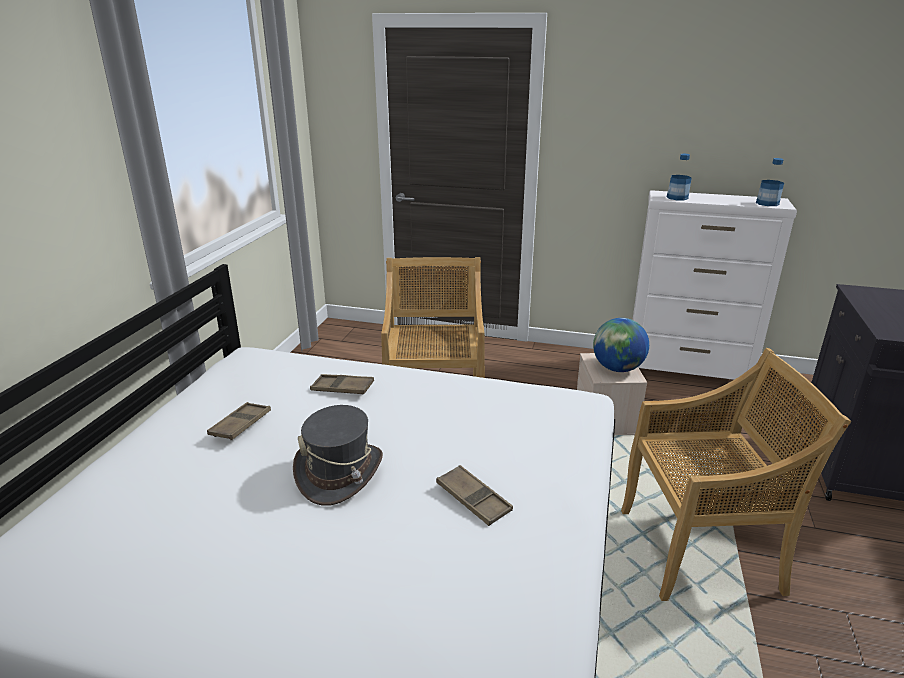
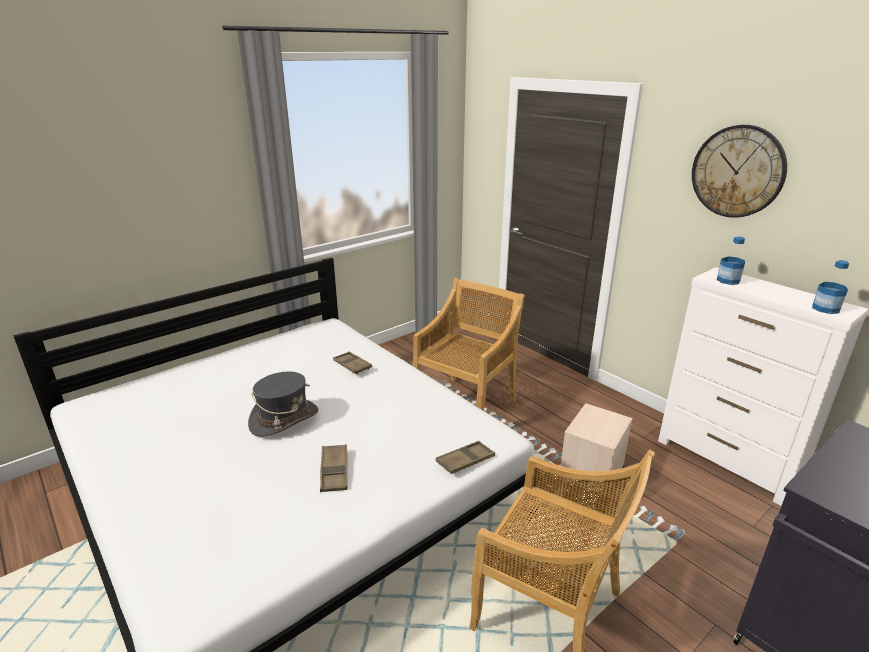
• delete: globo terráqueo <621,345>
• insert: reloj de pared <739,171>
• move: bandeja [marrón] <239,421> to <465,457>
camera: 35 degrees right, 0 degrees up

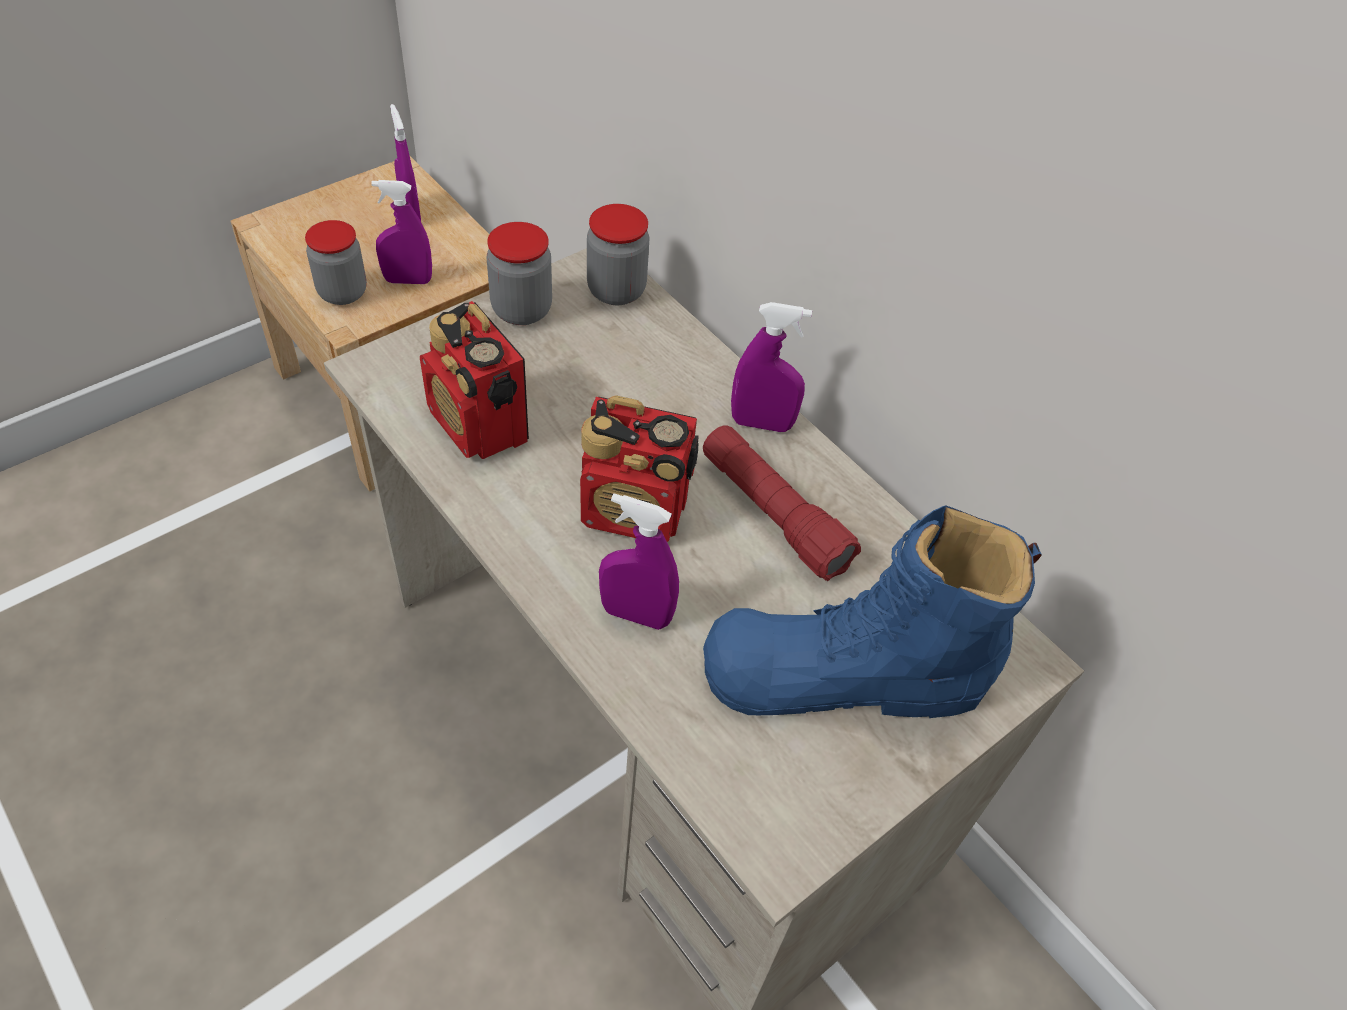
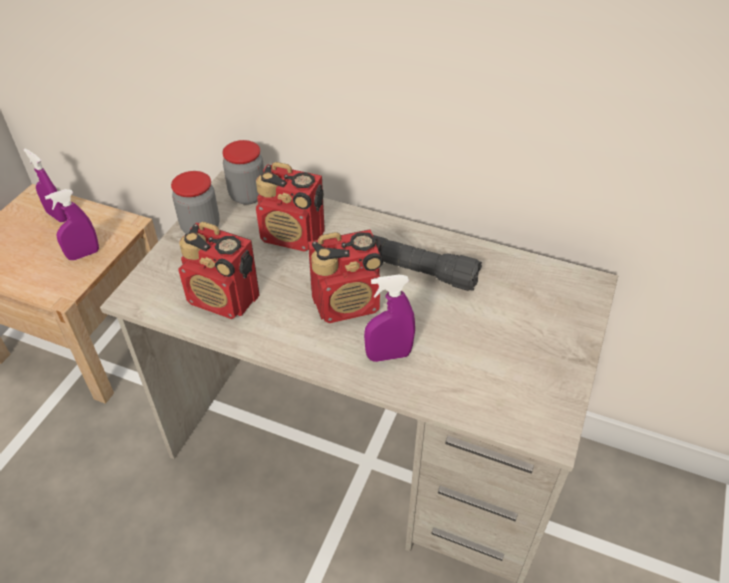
• delete: tarro <336,262>
• delete: bota [azul] <872,611>
• delete: pulverizador [morado] <771,367>
• insert: radio <290,207>
• recolor: linterna [rojo] <782,503> to linterna [negro] <427,263>
camera: 25 degrees left, 5 degrees down

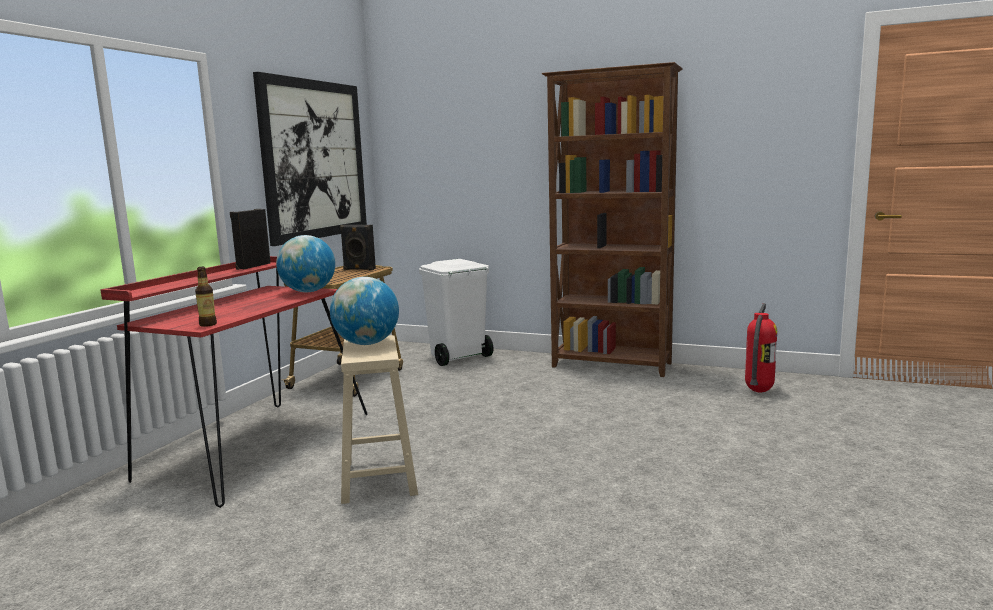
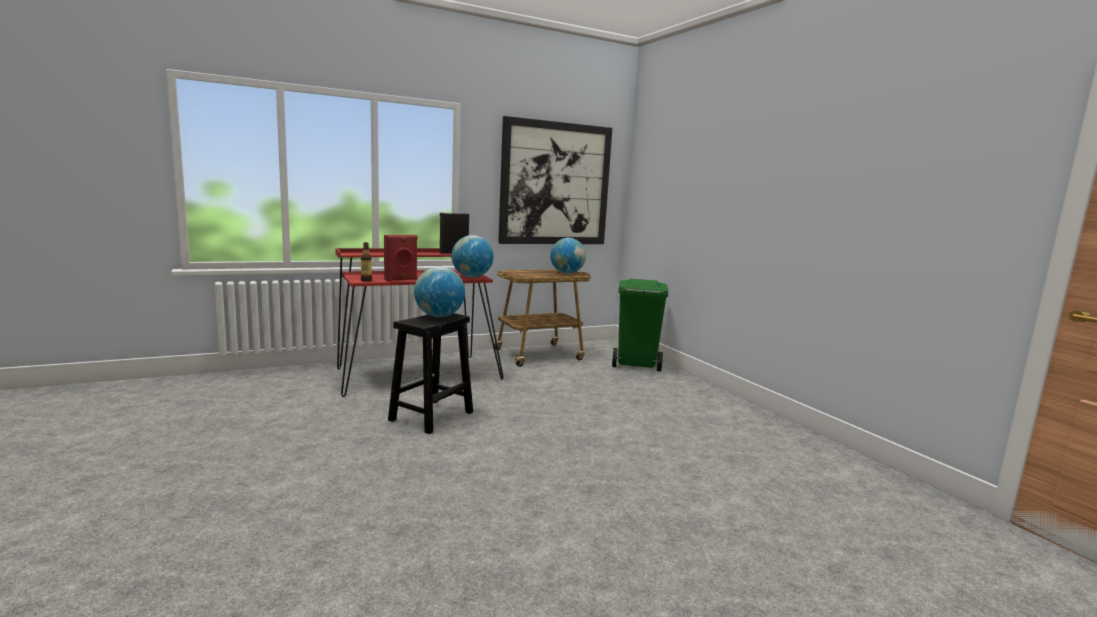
• delete: estantería [marrón] <612,219>
• delete: extintor <761,347>
• insert: altavoz [rojo] <401,258>
• replace: altavoz [negro] <358,247> to globo terráqueo <568,256>
• recolor: taburete [beis] <379,419> to taburete [negro] <430,373>
• recolor: papelera [blanco] <456,312> to papelera [verde] <640,325>
camera: 40 degrees right, 0 degrees up

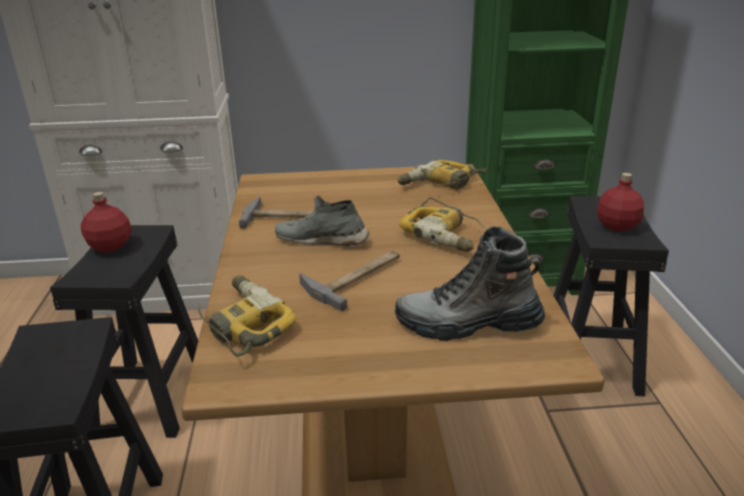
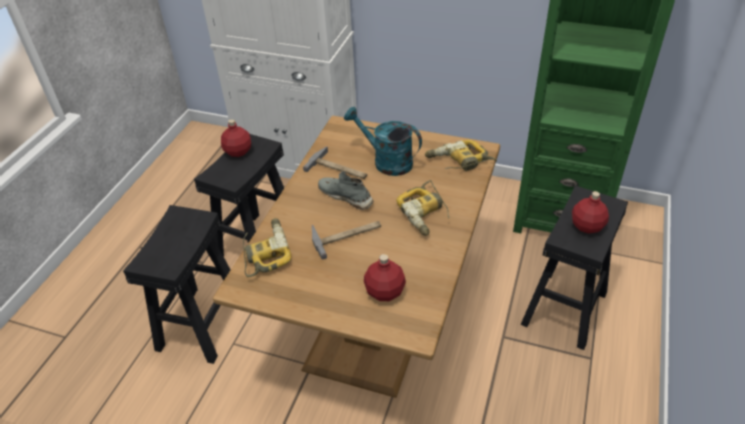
• insert: regadera [turquesa] <383,141>
• replace: bota <470,283> to botella [rojo] <385,277>
camera: 25 degrees right, 15 degrees up

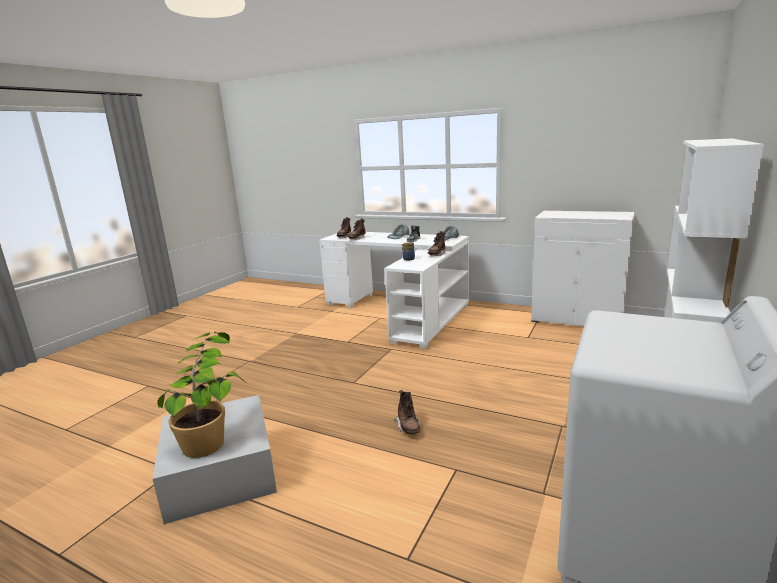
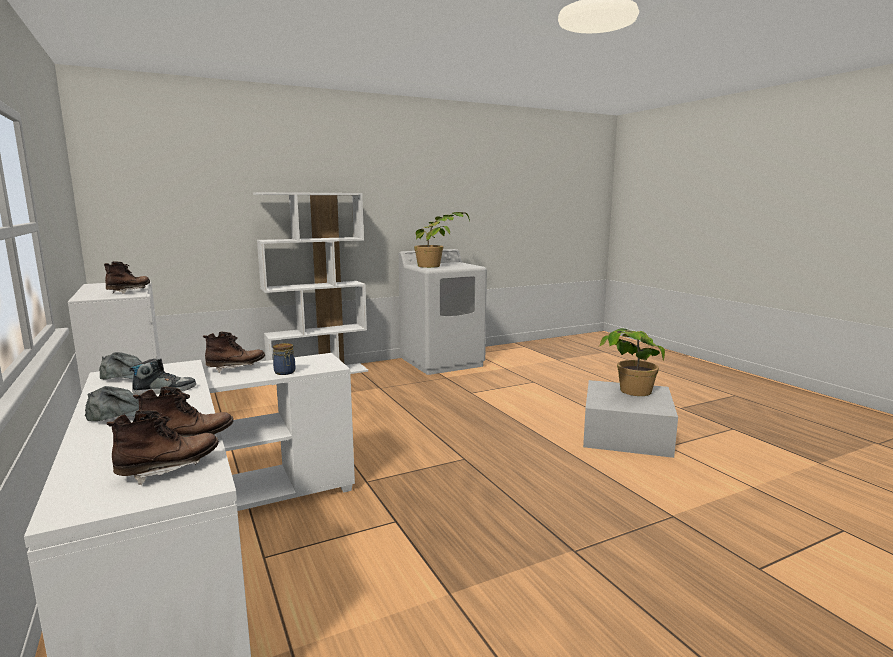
• insert: planta en maceta <442,240>
• move: bota [marrón] <408,412> to <127,277>
camera: 145 degrees left, 5 degrees down

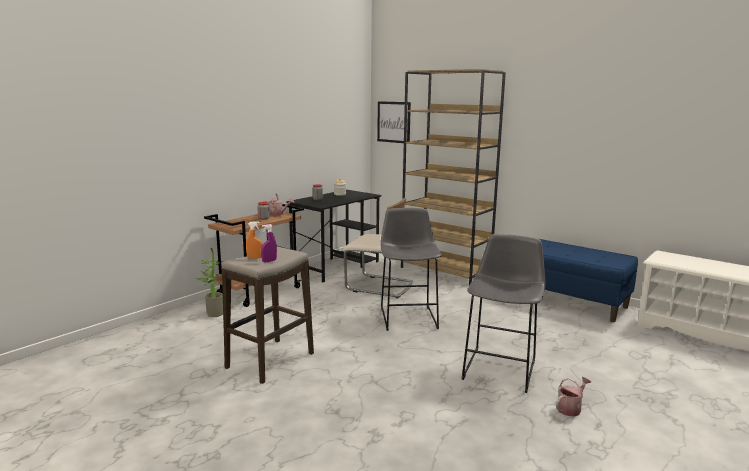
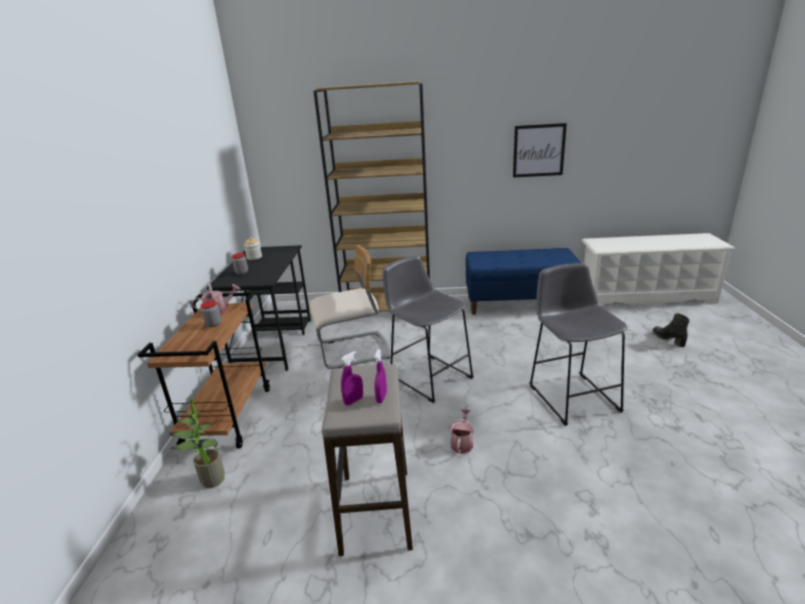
• insert: bota [negro] <671,330>
• move: cuadro <394,122> to <540,150>
• move: regadera <573,397> to <461,431>
• recolor: pulverizador [naranja] <254,240> to pulverizador [morado] <352,378>
camera: 35 degrees left, 10 degrees up

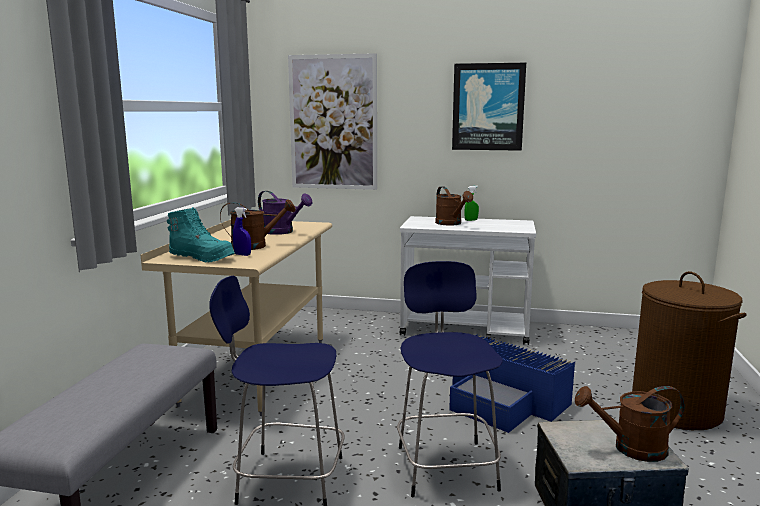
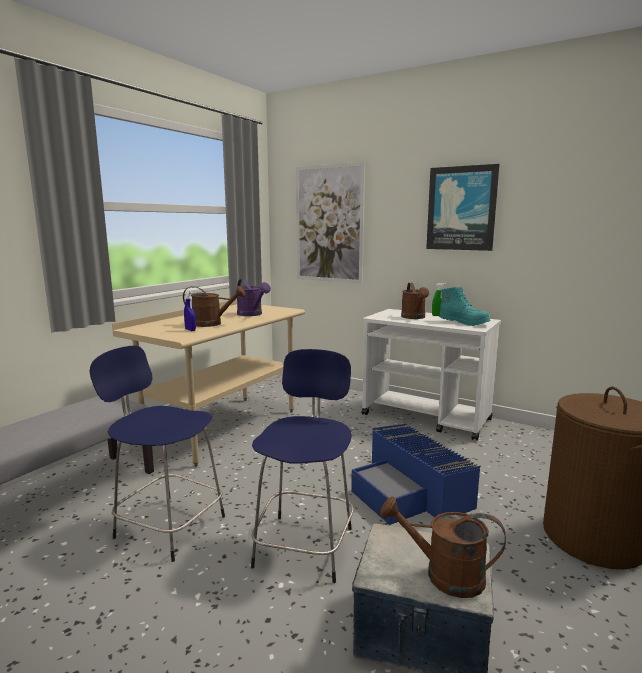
• move: bota [turquesa] <201,235> to <464,306>
camera: 20 degrees right, 0 degrees up

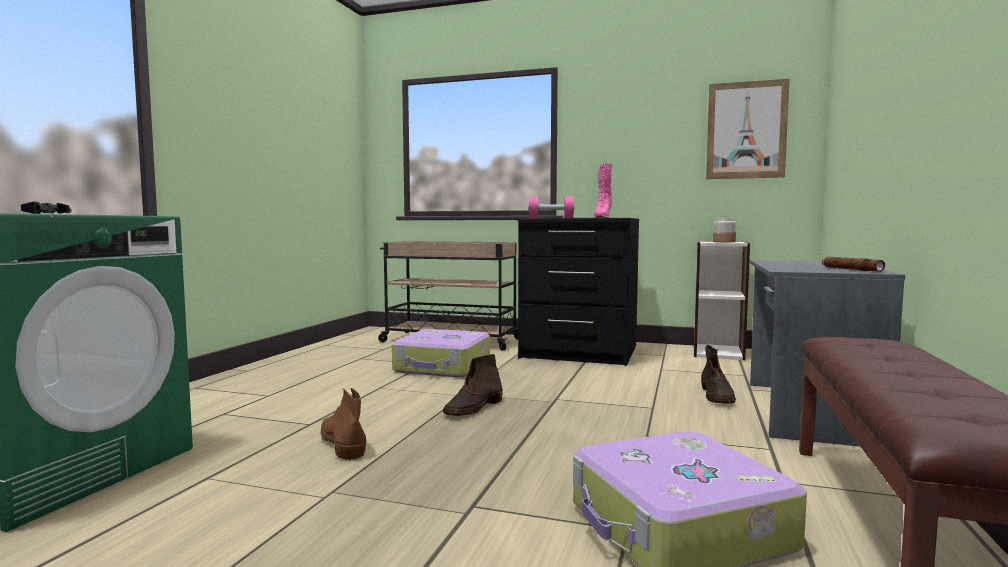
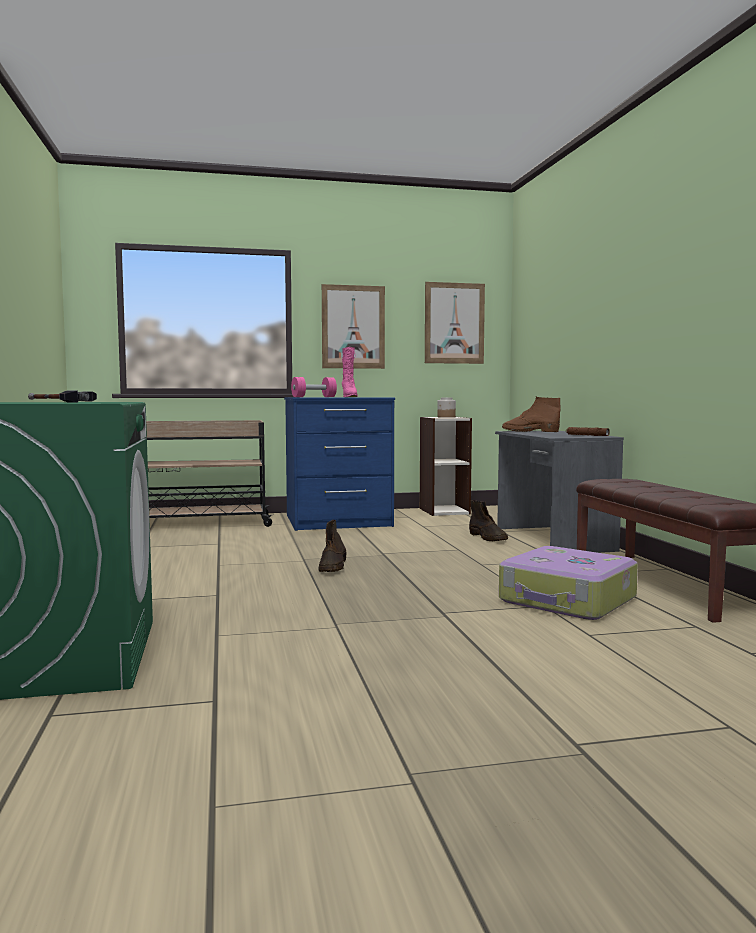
• delete: maleta <441,353>
• insert: cuadro <353,326>
• move: bota [marrón] <343,424> to <531,415>
• recolor: cómoda [negro] <577,292> to cómoda [azul] <339,464>
camera: 30 degrees left, 0 degrees up

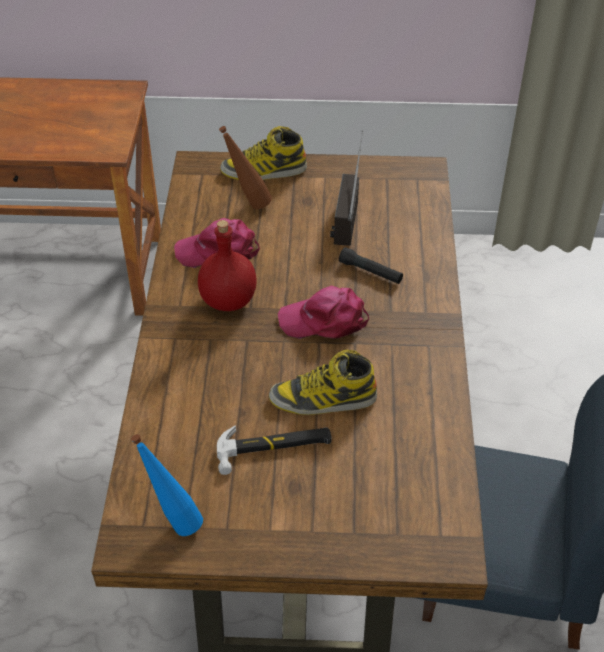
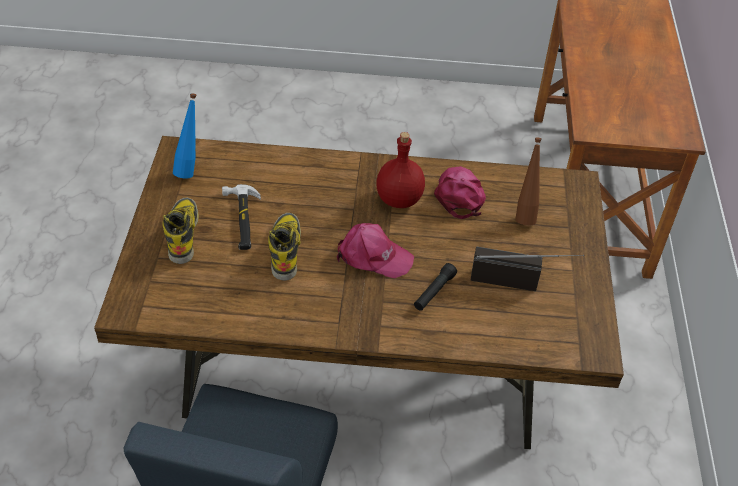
• move: bota <263,153> to <180,231>
• rotate: gorra [rosa] <323,312> = <375,250> 105 degrees clockwise
camera: 90 degrees right, 0 degrees up

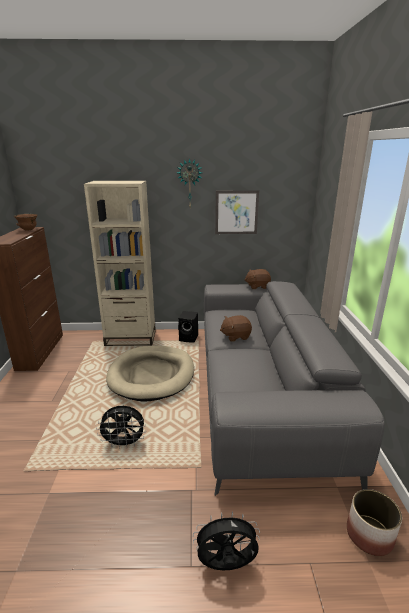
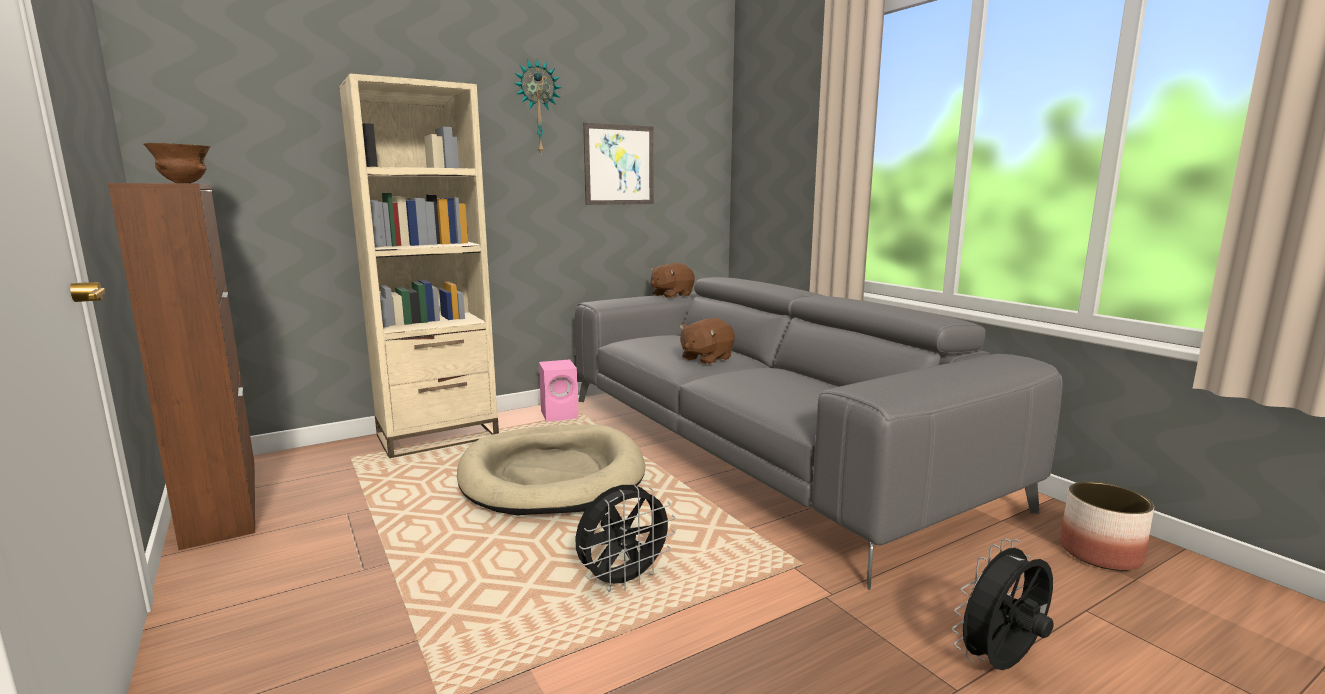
• recolor: altavoz [negro] <188,326> to altavoz [rosa] <558,390>
camera: 30 degrees left, 10 degrees down

